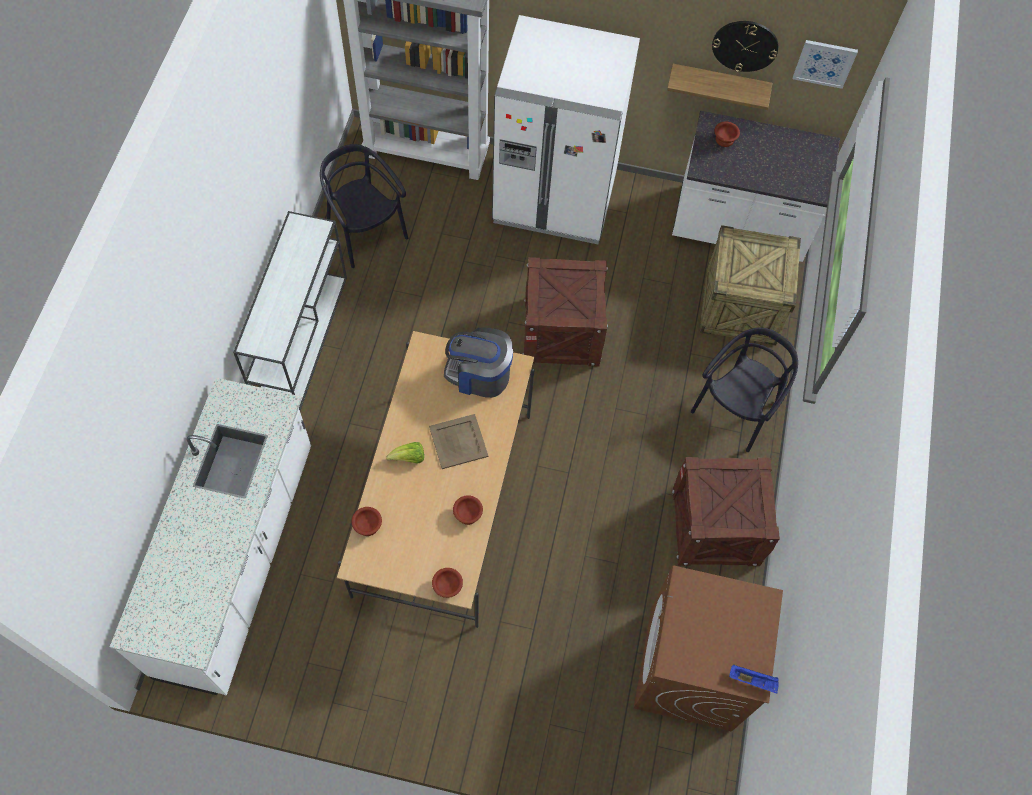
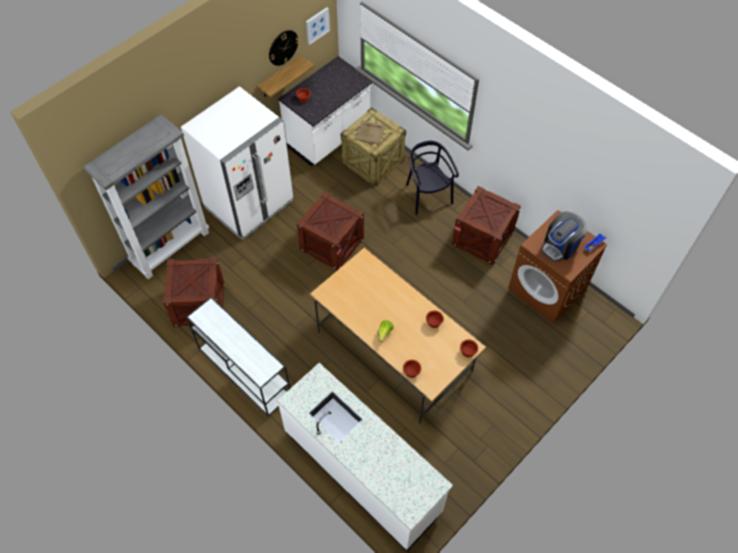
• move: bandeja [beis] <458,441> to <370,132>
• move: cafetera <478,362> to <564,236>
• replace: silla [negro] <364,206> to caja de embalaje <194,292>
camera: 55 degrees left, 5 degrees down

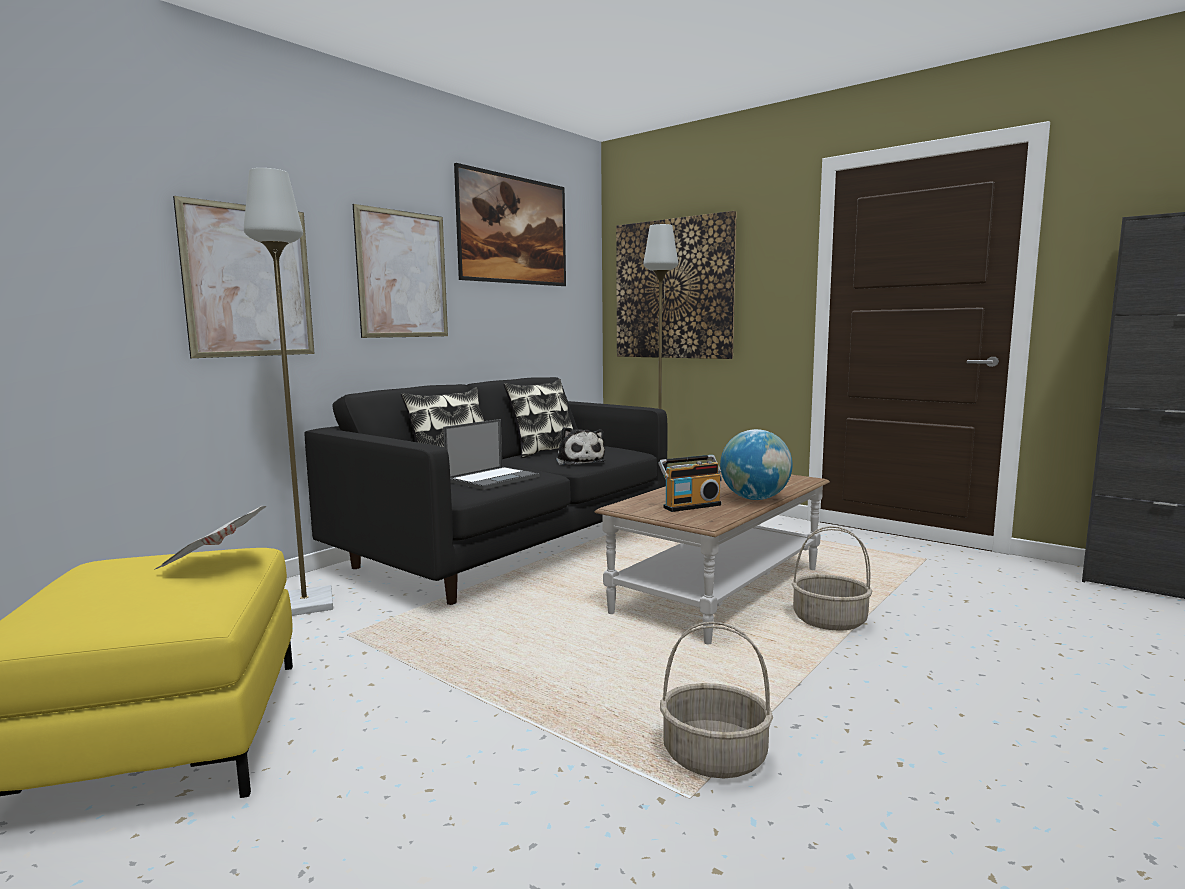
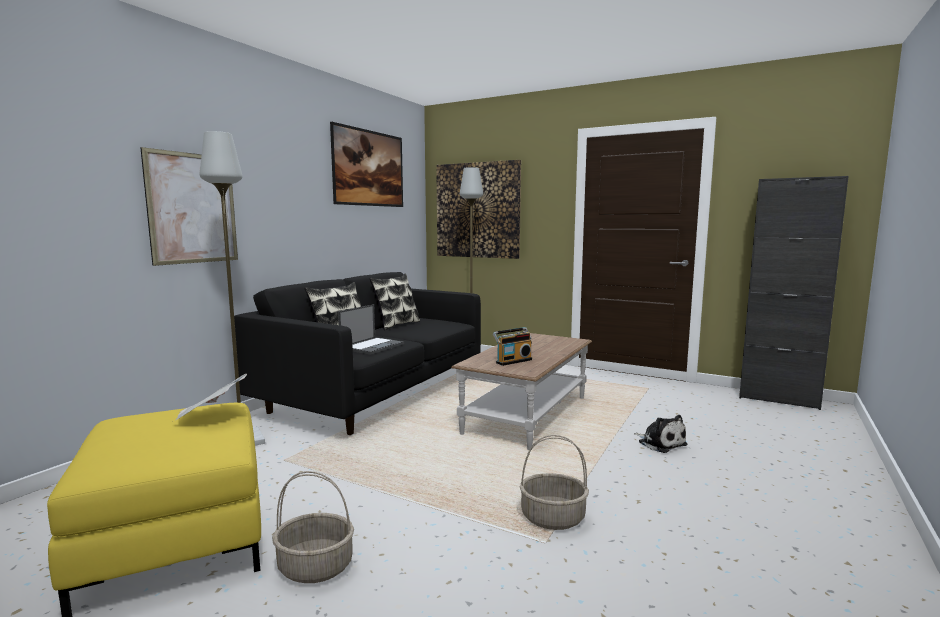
• delete: cuadro <400,271>
• delete: globo terráqueo <756,464>
• move: peluche <580,446> to <660,434>
• move: cesta <832,578> to <313,527>
camera: 10 degrees left, 0 degrees up

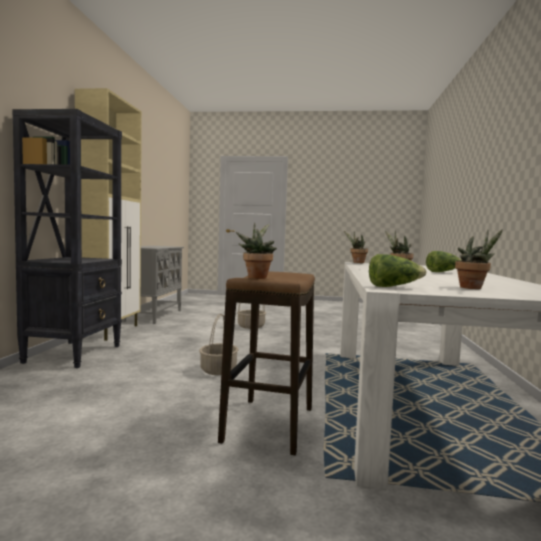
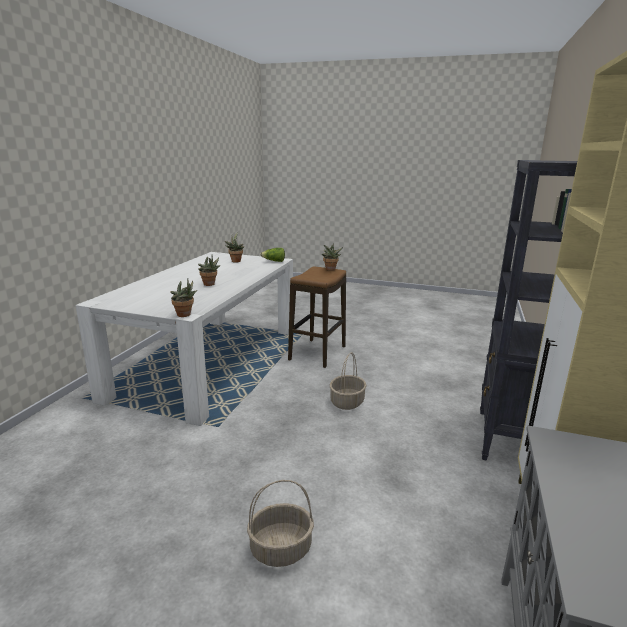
• delete: lechuga <444,261>
camera: 170 degrees left, 15 degrees up

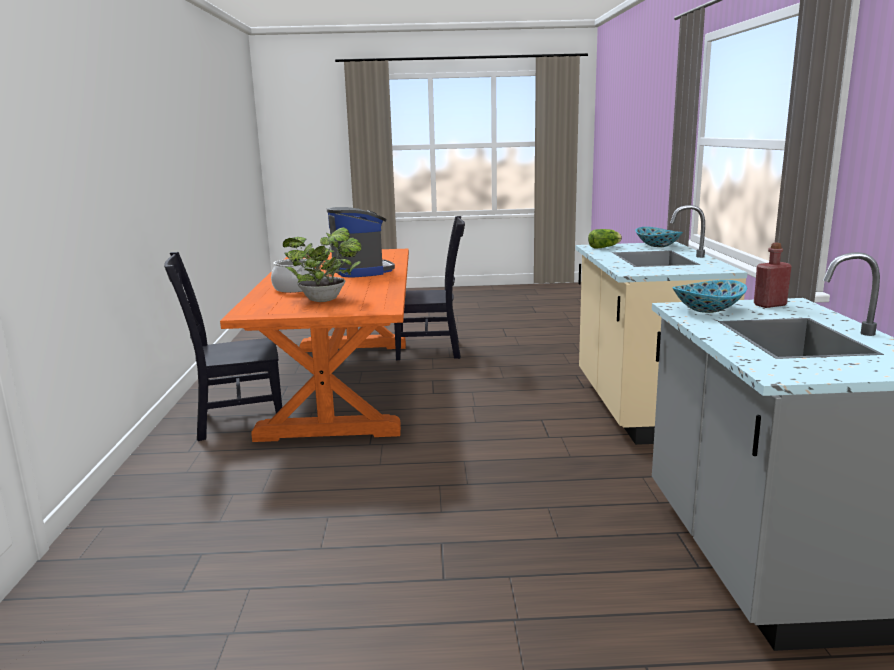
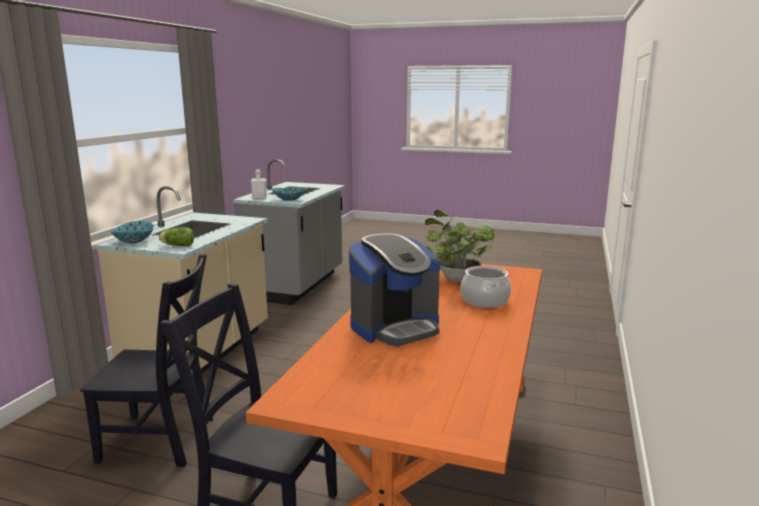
• move: silla [negro] <223,346> to <147,360>
• recolor: botella [rojo] <773,275> to botella [blanco] <259,184>
• rotate: cafetera <361,242> = <394,289> 120 degrees counterclockwise
camera: 160 degrees left, 0 degrees up

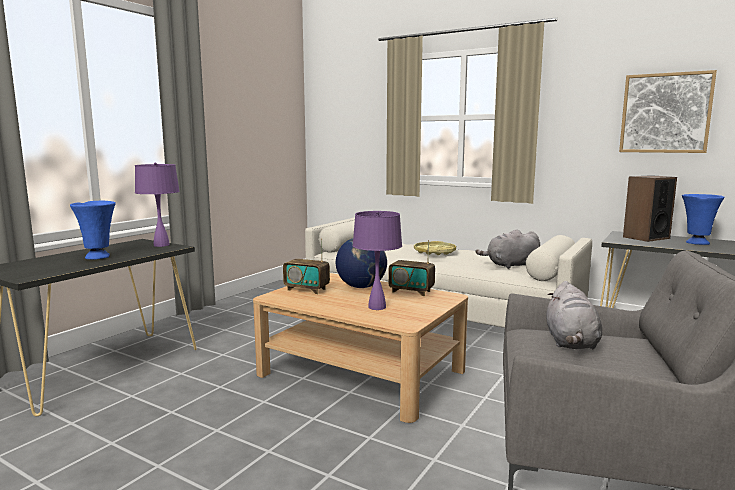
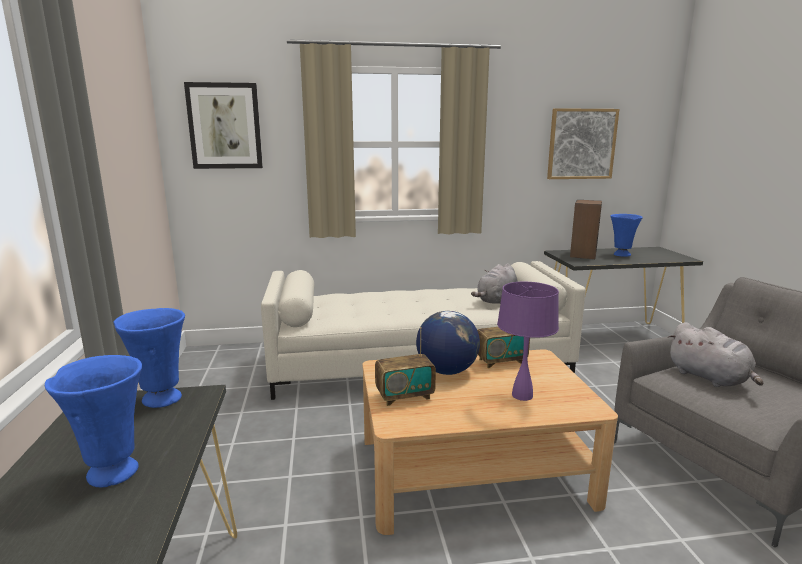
• delete: bandeja [amarillo] <435,248>
• insert: cuadro <223,125>
• replace: lámpara de mesa [morado] <157,205> to florero [azul] <149,358>
camera: 40 degrees left, 5 degrees up

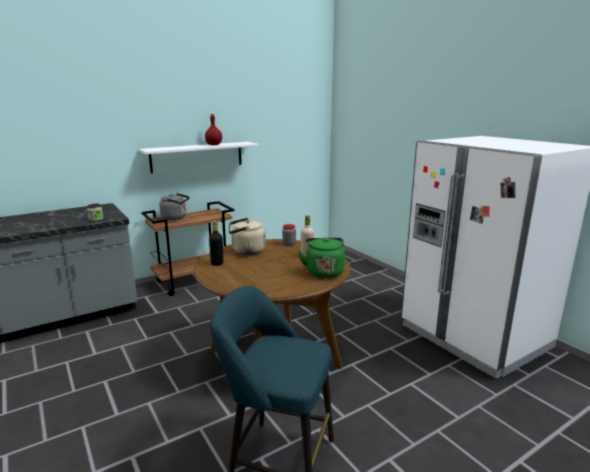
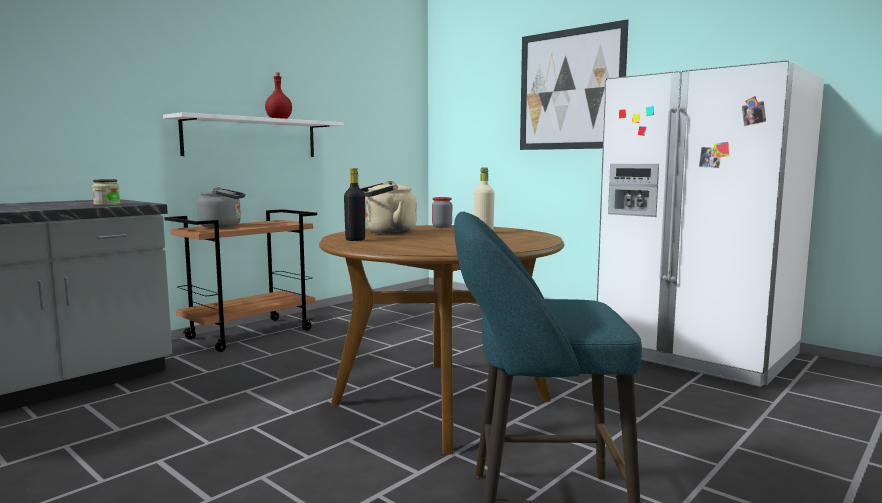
• delete: hervidor [verde] <321,258>
• insert: cuadro <574,84>
camera: 15 degrees left, 10 degrees down

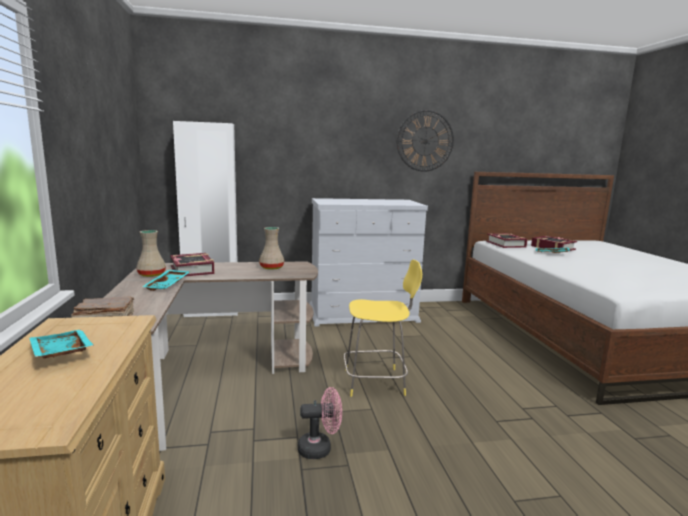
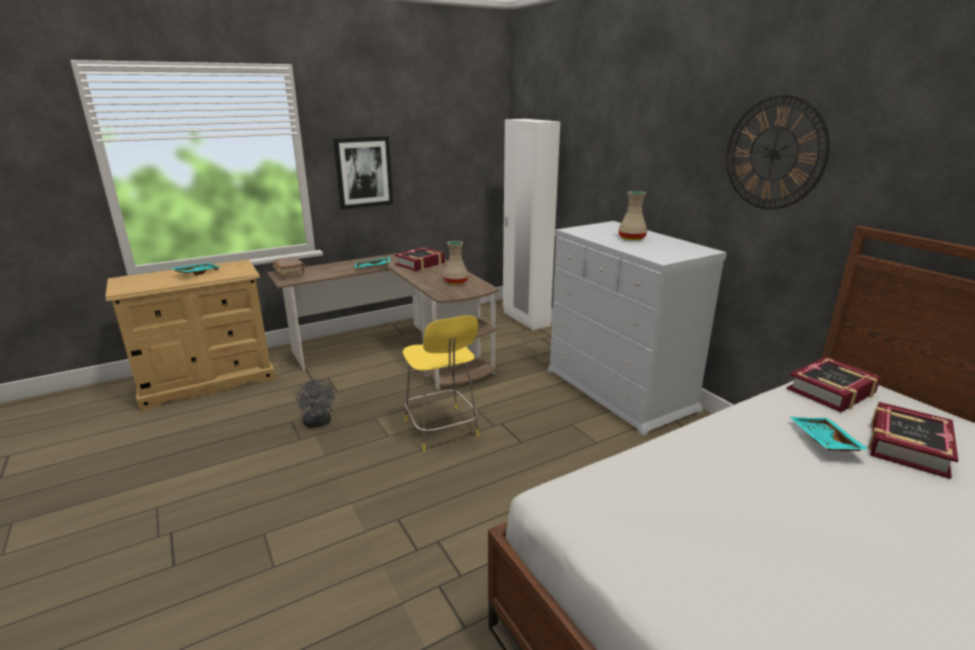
• insert: cuadro <363,172>
• move: florero [beis] <151,253> to <632,215>
• recolor: ventilador [rosa] <320,423> to ventilador [gris] <315,403>
camera: 70 degrees right, 10 degrees up

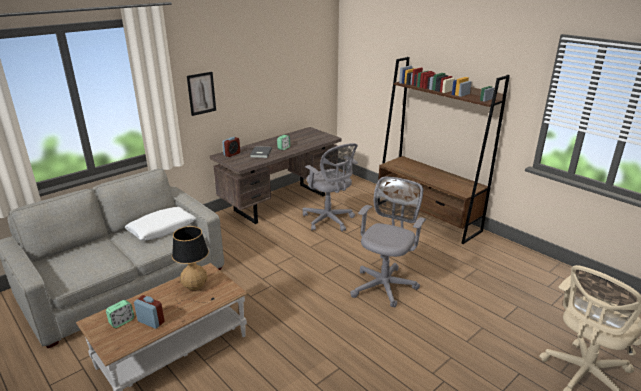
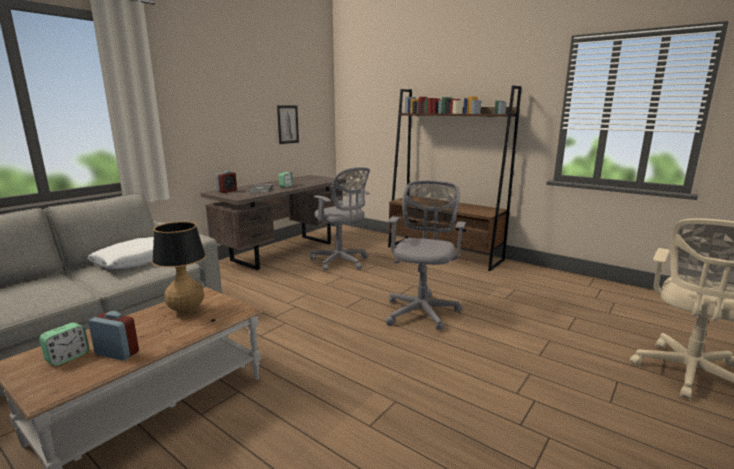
• move: cuadro <201,94> to <288,125>
camera: 10 degrees left, 10 degrees down

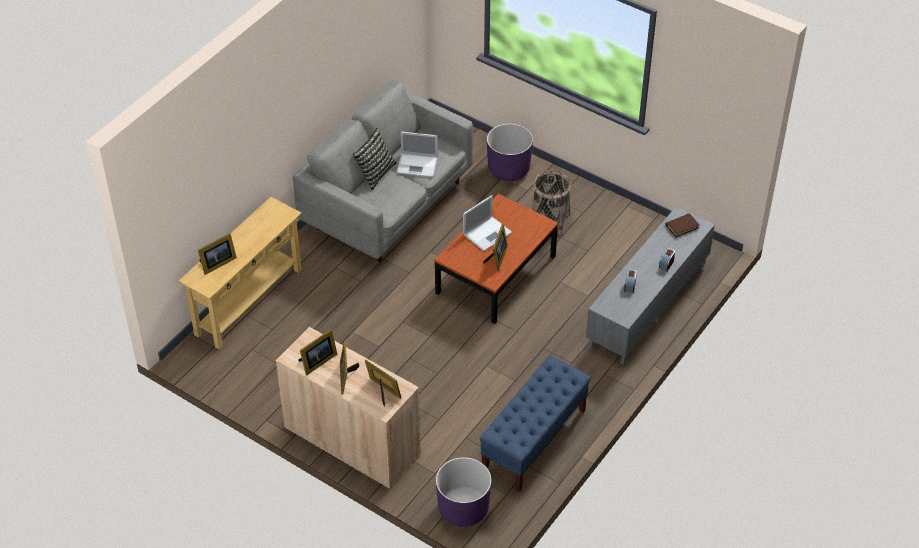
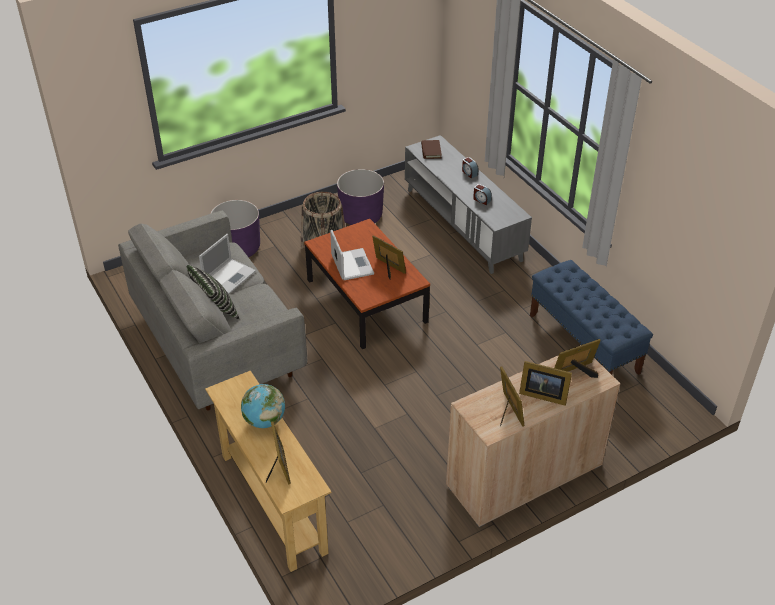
• insert: globo terráqueo <263,406>
• move: maceta [morado] <464,492> to <360,197>
camera: 65 degrees left, 5 degrees down

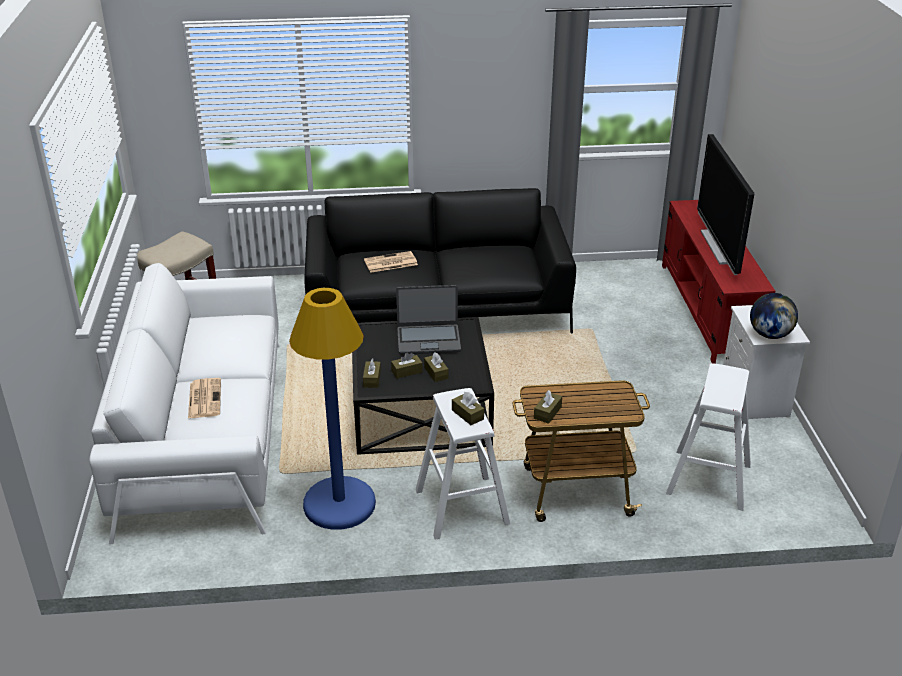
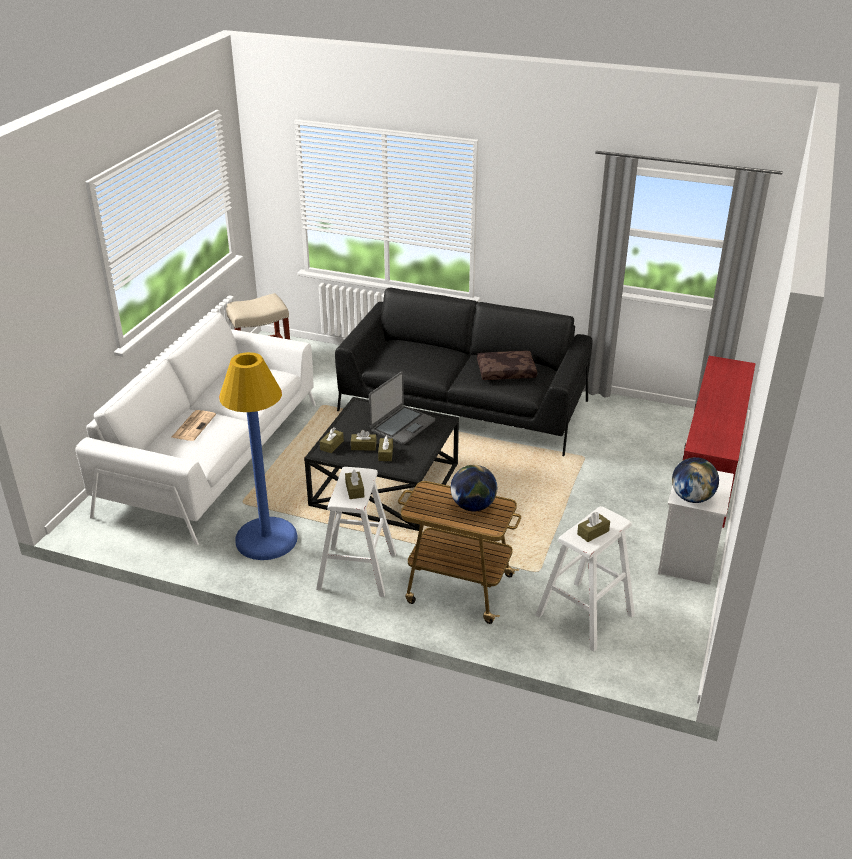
• delete: periódico <391,262>
• delete: televisor <725,204>
• insert: globo terráqueo <473,488>
• insert: cojín [marrón] <507,365>
• move: caja de pañuelos [marrón] <548,407> to <593,527>
• rotate: portátil <428,320> = <402,408> 75 degrees counterclockwise
camera: 25 degrees right, 0 degrees up

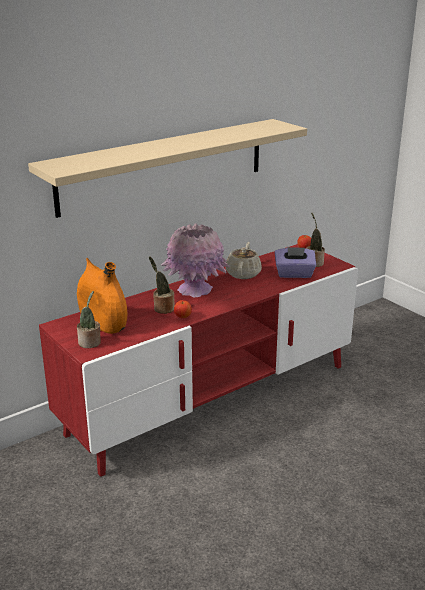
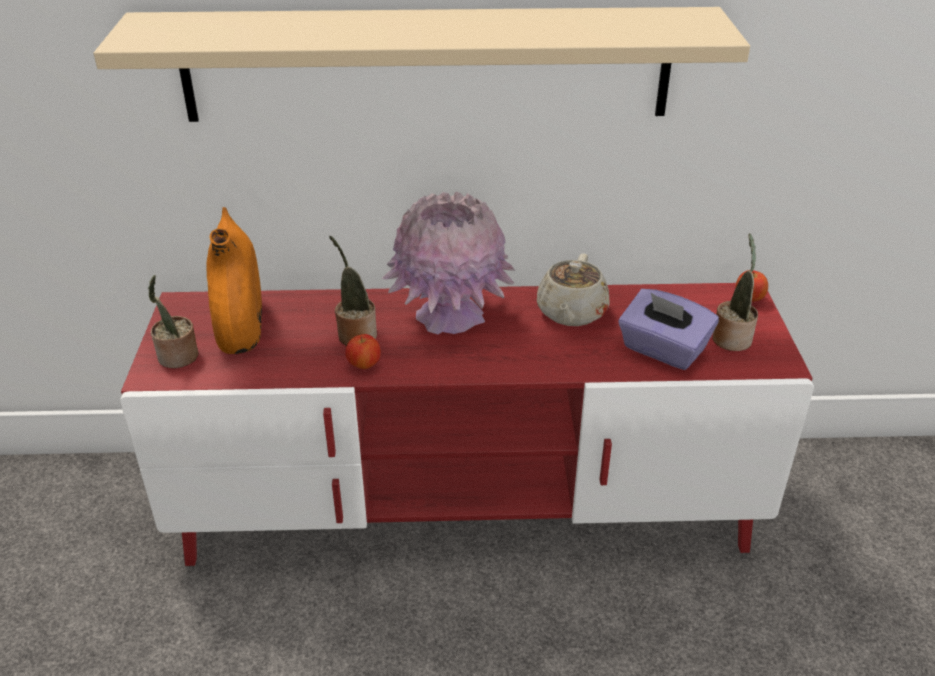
• rotate: tetera [beis] <244,260> = <573,289> 150 degrees clockwise
camera: 35 degrees right, 10 degrees up

